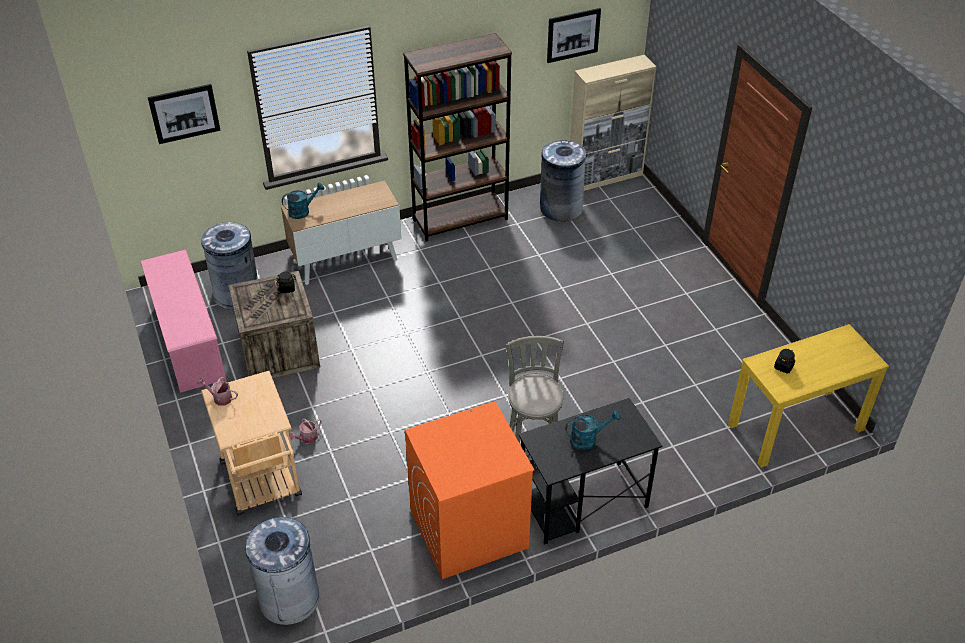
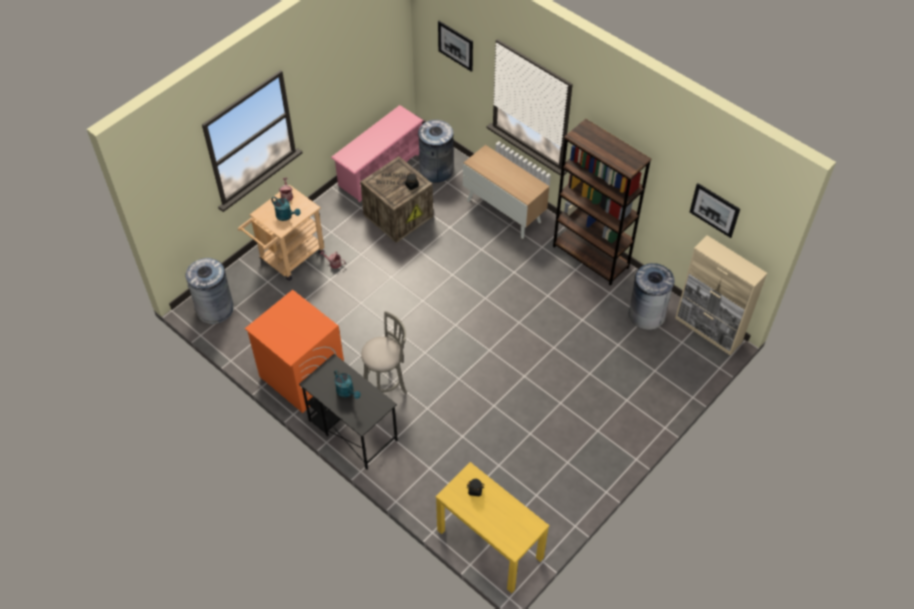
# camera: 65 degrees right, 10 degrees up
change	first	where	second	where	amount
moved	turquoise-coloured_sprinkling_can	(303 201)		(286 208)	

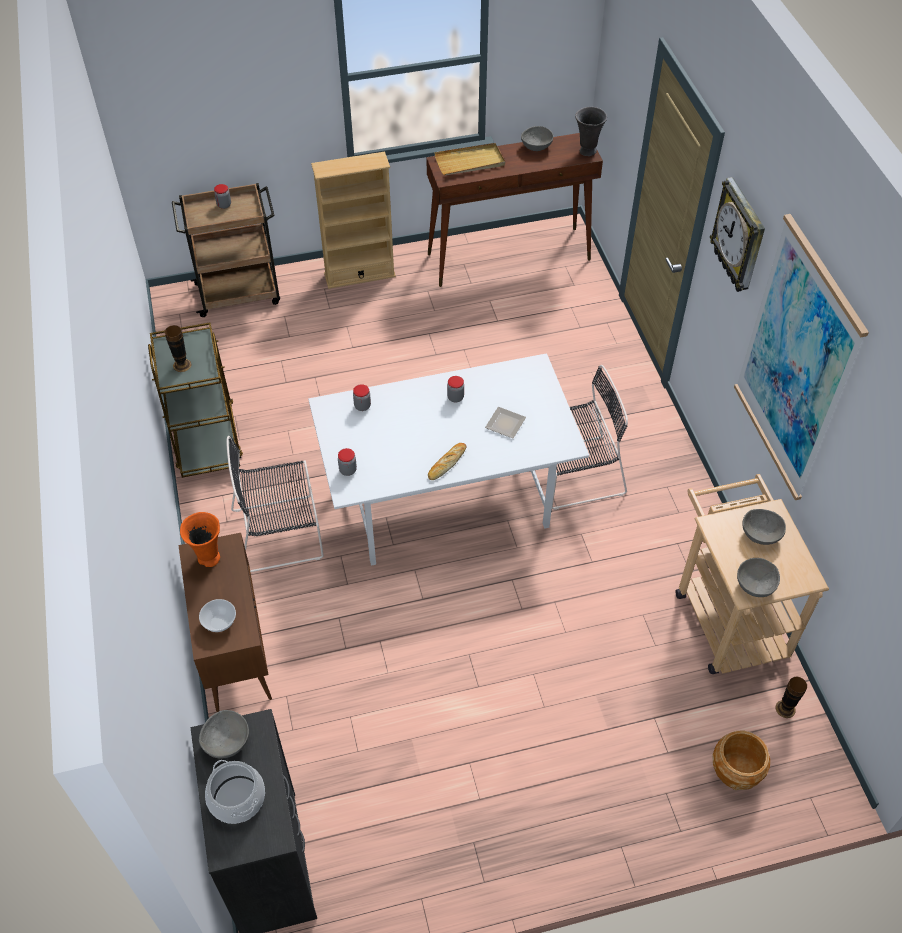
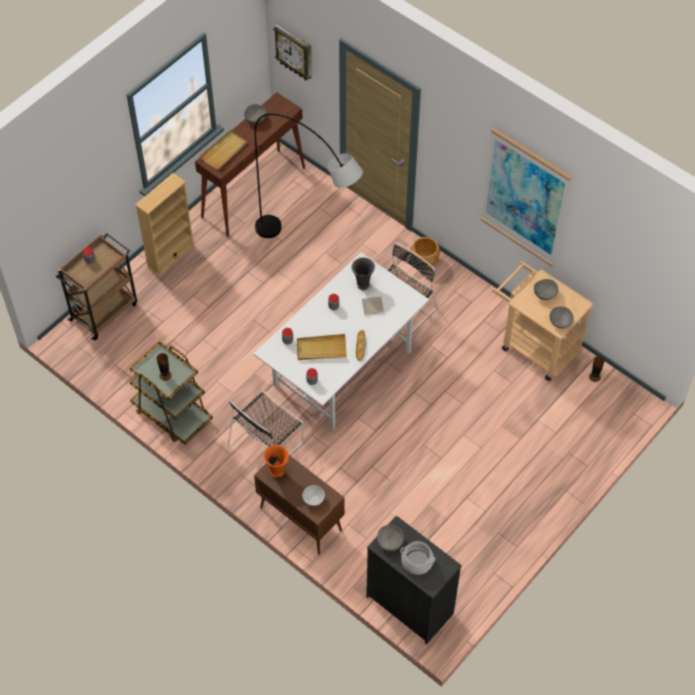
# camera: 35 degrees left, 5 degrees up
change	first	where	second	where	amount
moved	greyish_vase	(591 131)		(363 273)	
moved	hanging_clock	(737 234)		(292 52)	
moved	brownish_plant_pot	(741 760)		(425 253)	
added			greyish_standing_lamp	(308 175)	
added			sand-coloured_tray	(322 347)	

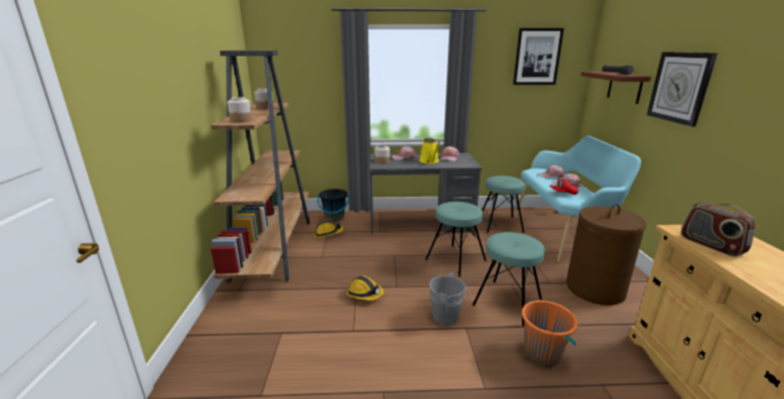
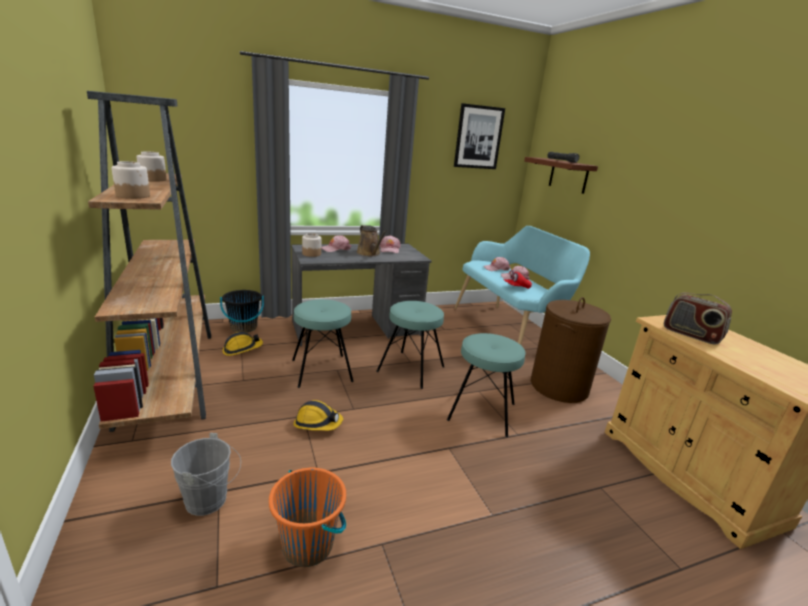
# camera: 20 degrees left, 0 degrees up
change	first	where	second	where	amount
removed	hanging_clock	(682 89)			
recoloured	yellowish_sprinkling_can	(429 151)	brownish_sprinkling_can	(372 240)	
moved	turquoise-coloured_sitting_stool	(503 204)		(323 343)	
moved	greyish_pail	(450 299)		(206 474)	
moved	orange-coloured_pail	(550 333)		(307 517)	

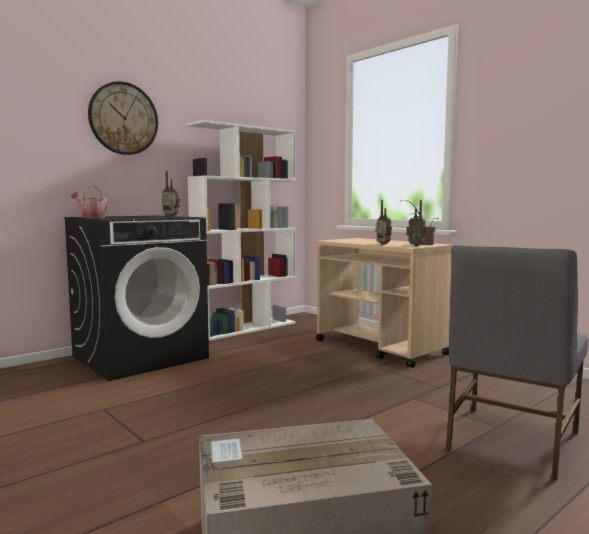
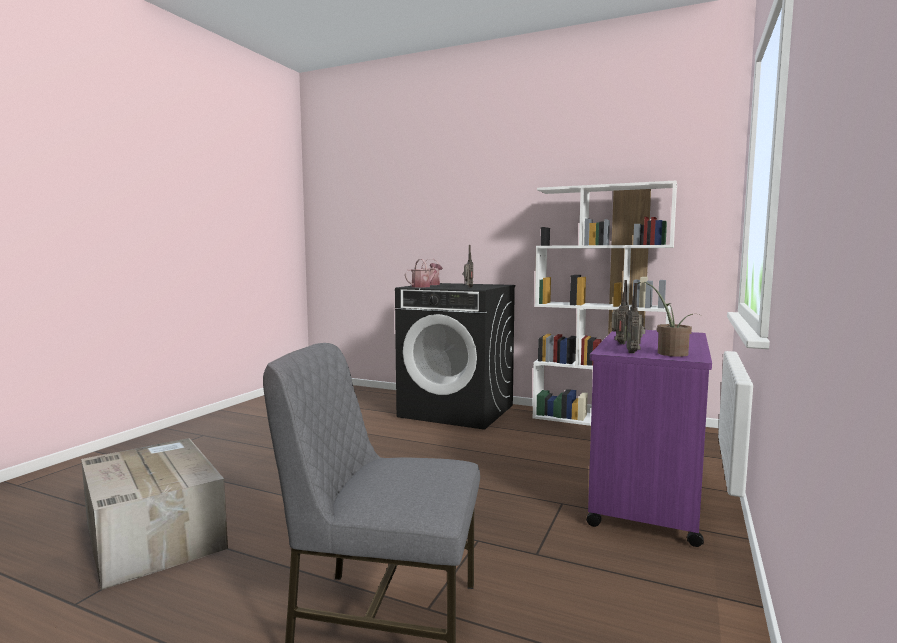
# camera: 65 degrees right, 0 degrees up
change	first	where	second	where	amount
removed	hanging_clock	(123 118)			
recoloured	sand-coloured_trolley	(385 303)	purplish_trolley	(649 438)	
added			sprinkling_can	(424 273)	

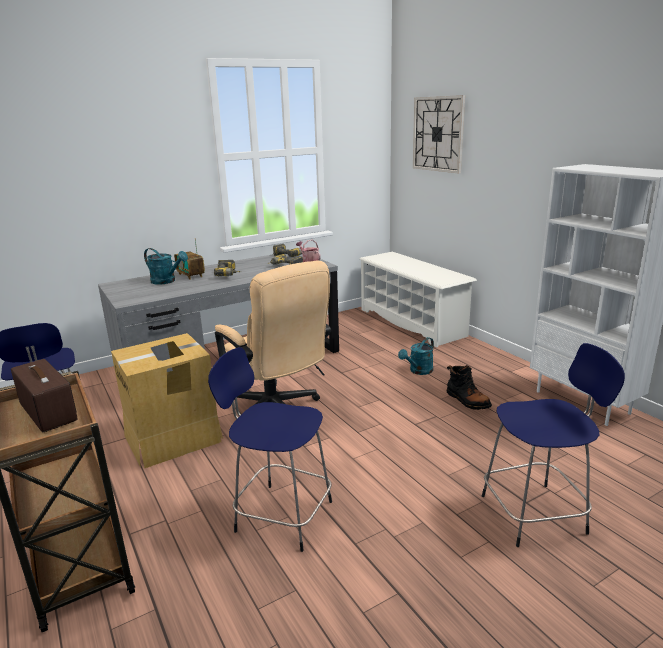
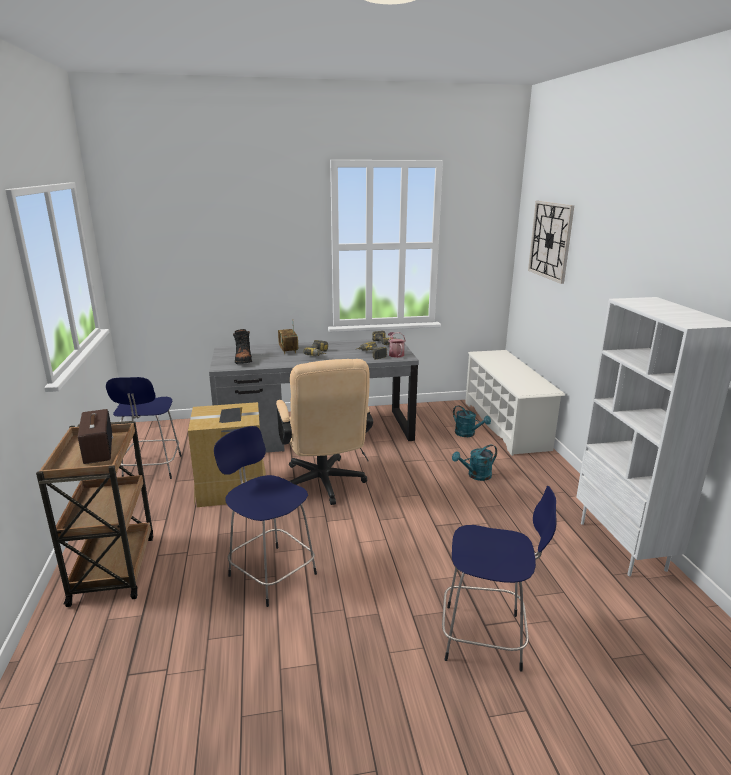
# camera: 20 degrees right, 0 degrees up
change	first	where	second	where	amount
moved	turquoise-coloured_sprinkling_can	(166 266)		(472 421)	
moved	blackish_boot	(469 387)		(242 346)	

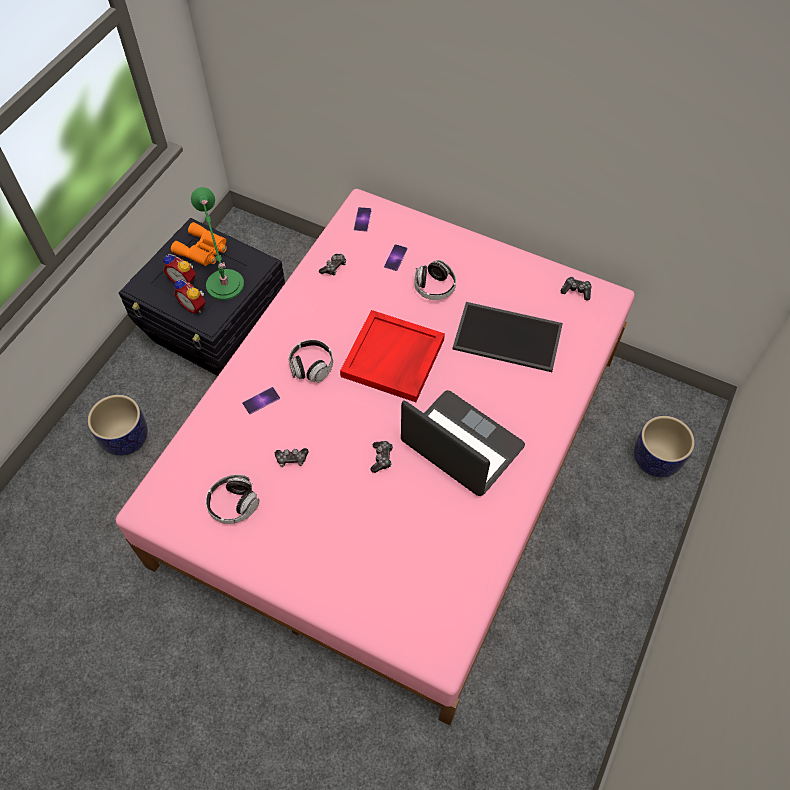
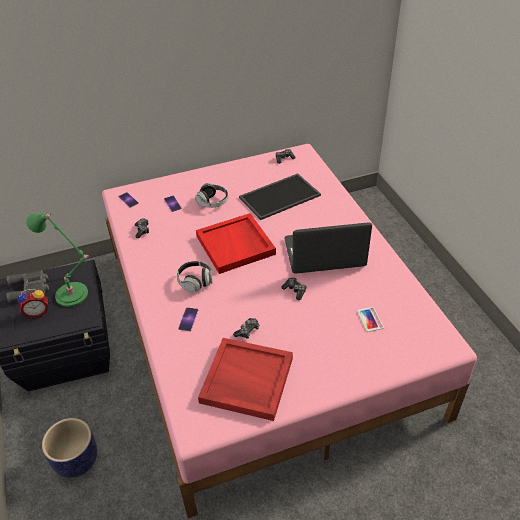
# camera: 45 degrees left, 15 degrees down
change	first	where	second	where	amount
recoloured	orange-coloured_pair_of_binoculars	(199 244)	greyish_pair_of_binoculars	(28 286)	
removed	alarm_clock	(189 296)			
removed	plant_pot	(664 446)			
replaced	headset	(233 499)	red_tray	(245 379)	
added			telephone	(370 319)	

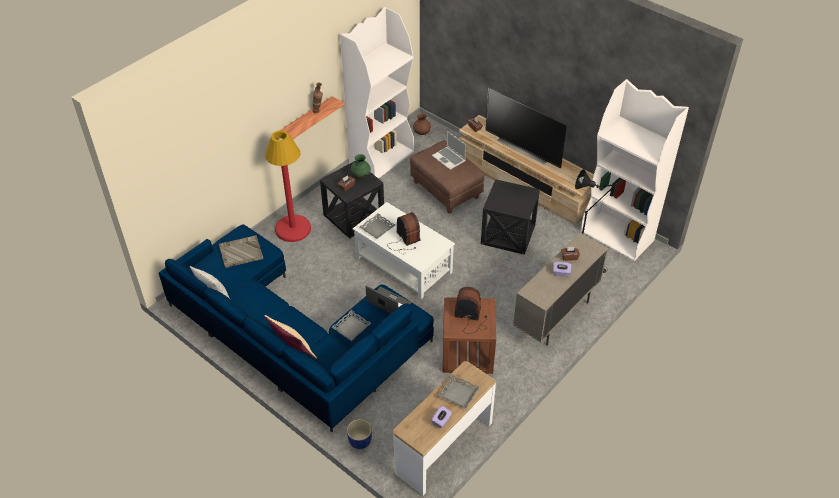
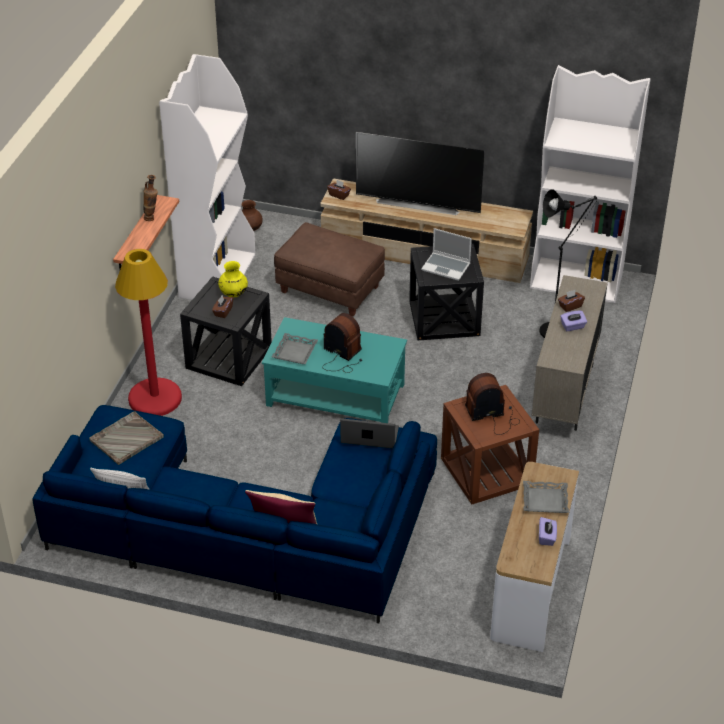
# camera: 25 degrees left, 5 degrees down
change	first	where	second	where	amount
moved	notebook_computer	(449 150)		(446 254)	
recoloured	greenish_vase	(361 166)	yellowish_vase	(233 279)	
recoloured	white_lounge_table	(404 251)	turquoise-coloured_lounge_table	(334 370)	
removed	greyish_tray	(351 325)			
removed	blue_plant_pot	(359 434)			

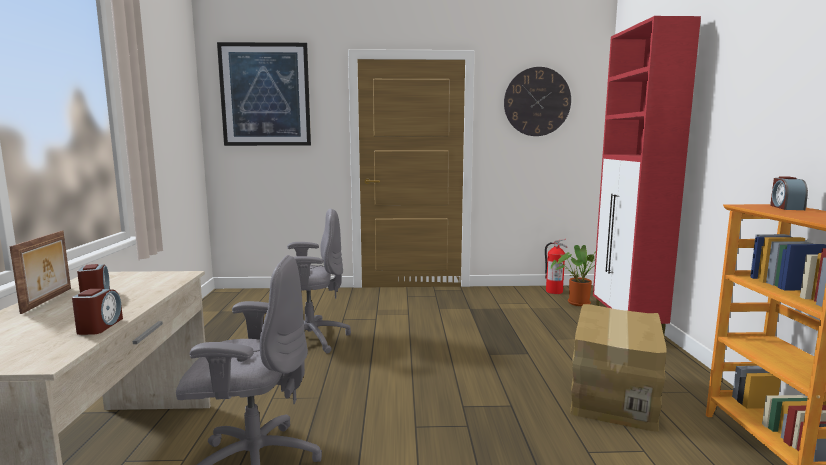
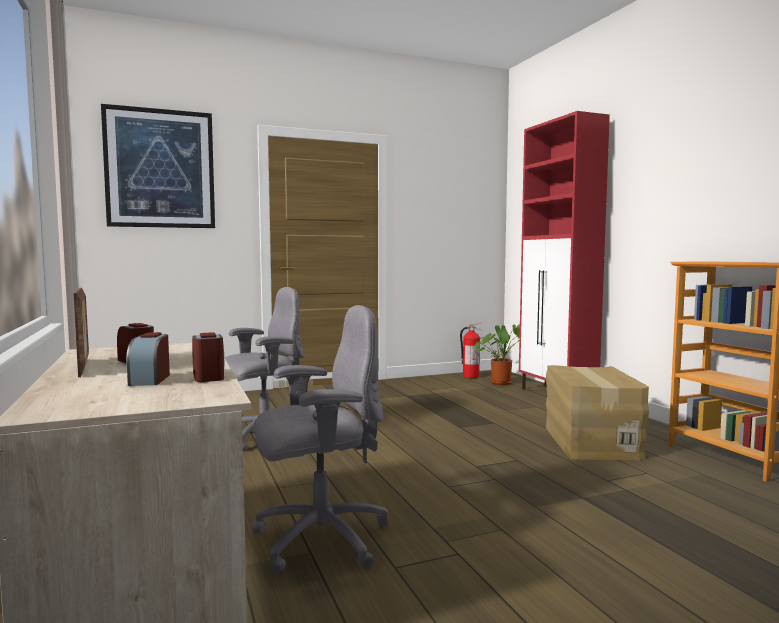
# camera: 20 degrees left, 5 degrees down
change	first	where	second	where	amount
removed	hanging_clock	(537 101)			
moved	alarm_clock	(789 193)		(148 359)	

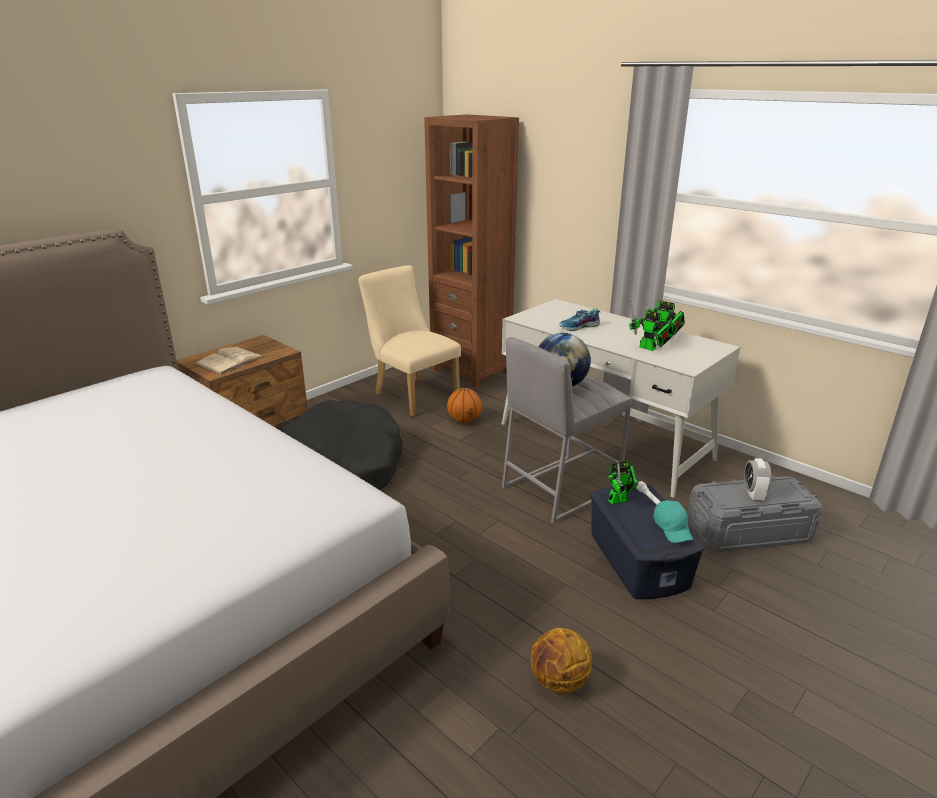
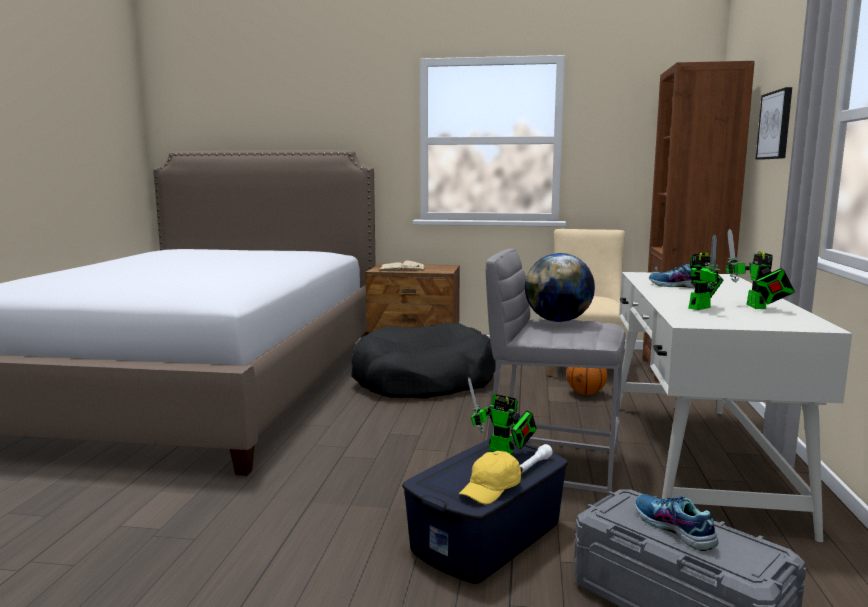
# camera: 55 degrees right, 15 degrees down
change	first	where	second	where	amount
turned	model_robot	(651 324)		(706 272)	135 degrees counterclockwise
replaced	alarm_clock	(757 479)	shoe	(676 522)	
recoloured	turquoise-coloured_peaked_cap	(673 521)	yellowish_peaked_cap	(490 477)	
removed	basketball_ball	(561 661)			
added			wall_art	(774 123)	

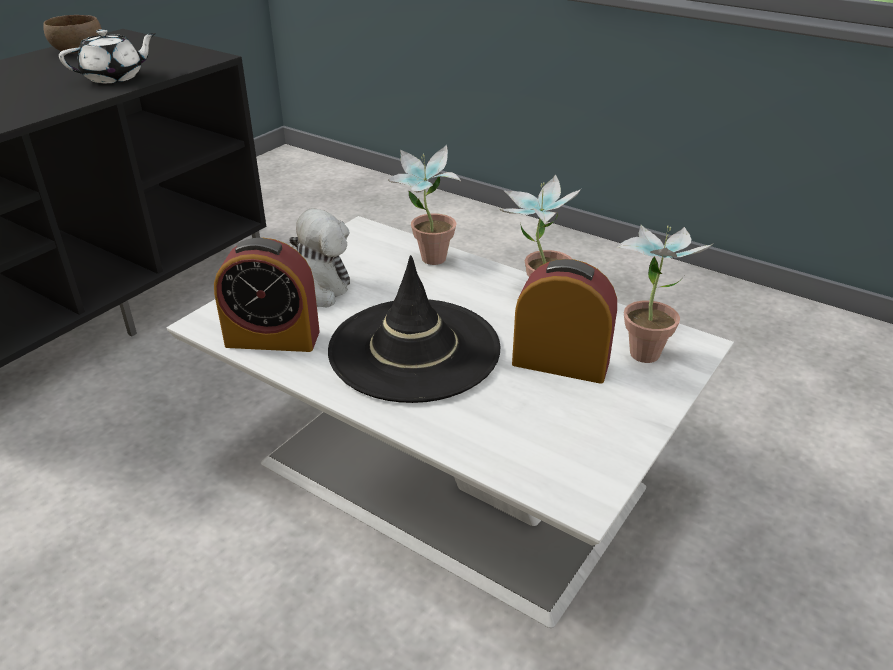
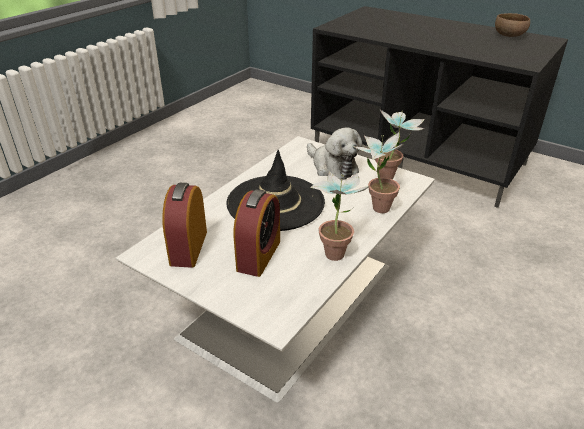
# camera: 90 degrees right, 0 degrees up
change	first	where	second	where	amount
removed	white_teapot	(107 56)			
moved	houseplant	(665 294)		(399 144)	
moved	alarm_clock	(267 295)		(184 225)	

